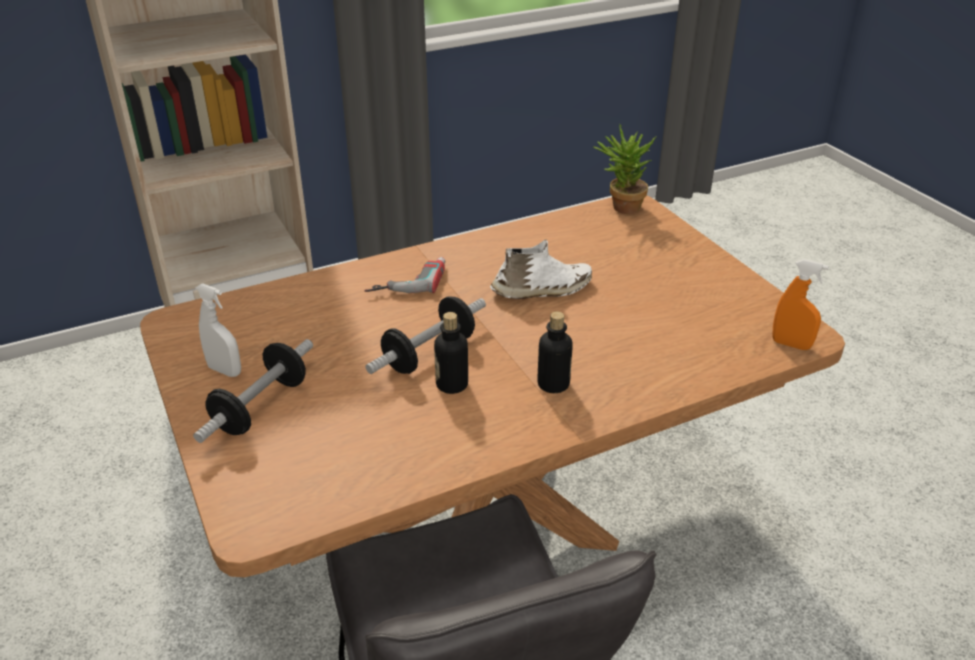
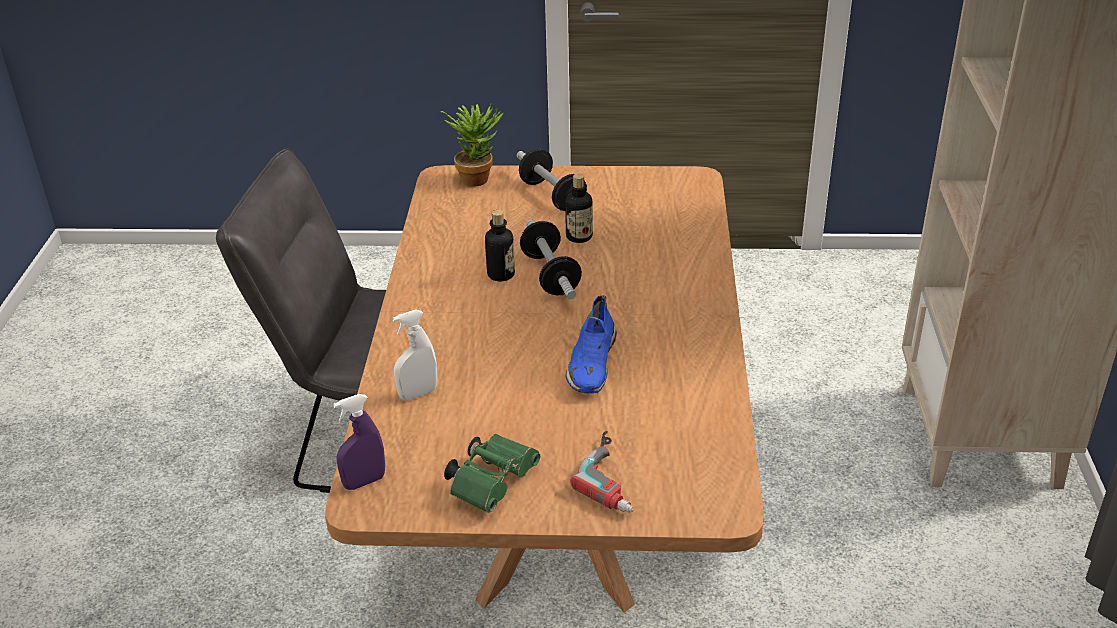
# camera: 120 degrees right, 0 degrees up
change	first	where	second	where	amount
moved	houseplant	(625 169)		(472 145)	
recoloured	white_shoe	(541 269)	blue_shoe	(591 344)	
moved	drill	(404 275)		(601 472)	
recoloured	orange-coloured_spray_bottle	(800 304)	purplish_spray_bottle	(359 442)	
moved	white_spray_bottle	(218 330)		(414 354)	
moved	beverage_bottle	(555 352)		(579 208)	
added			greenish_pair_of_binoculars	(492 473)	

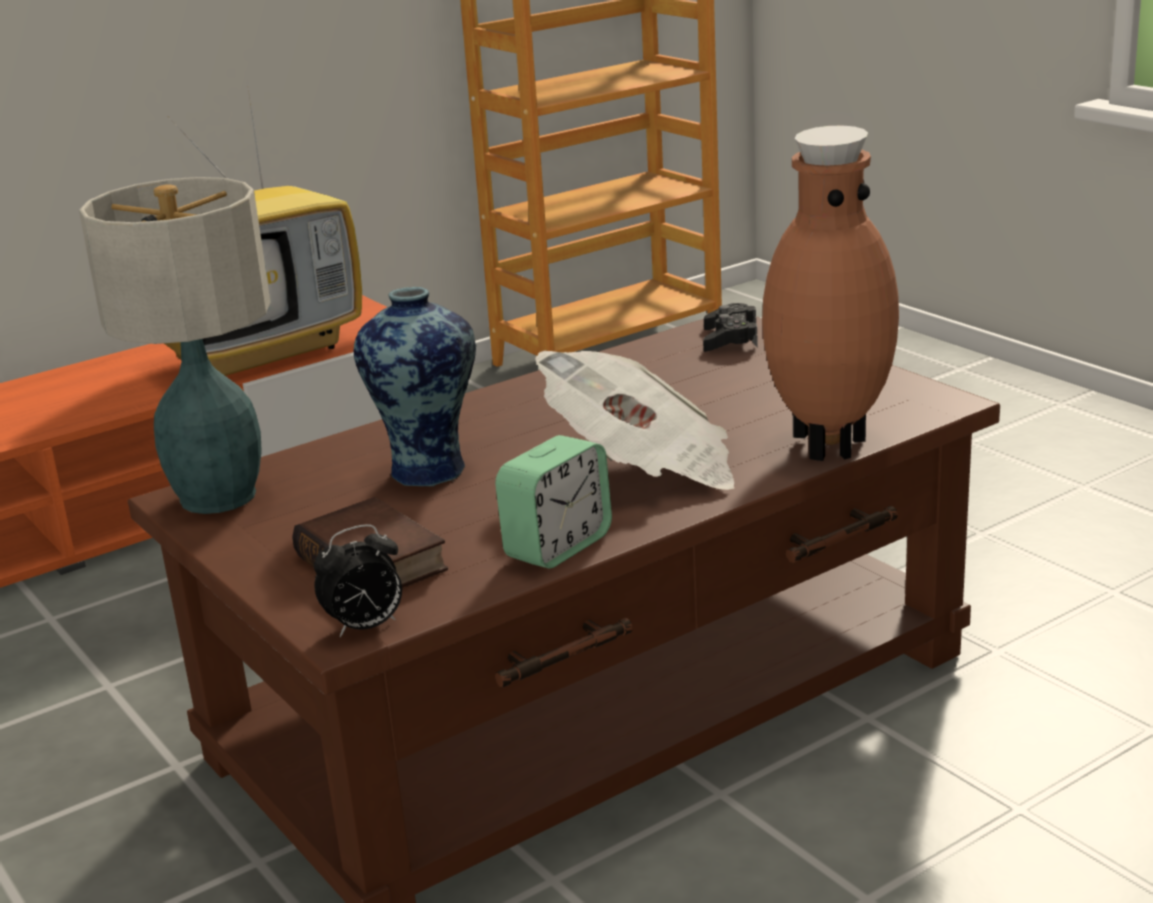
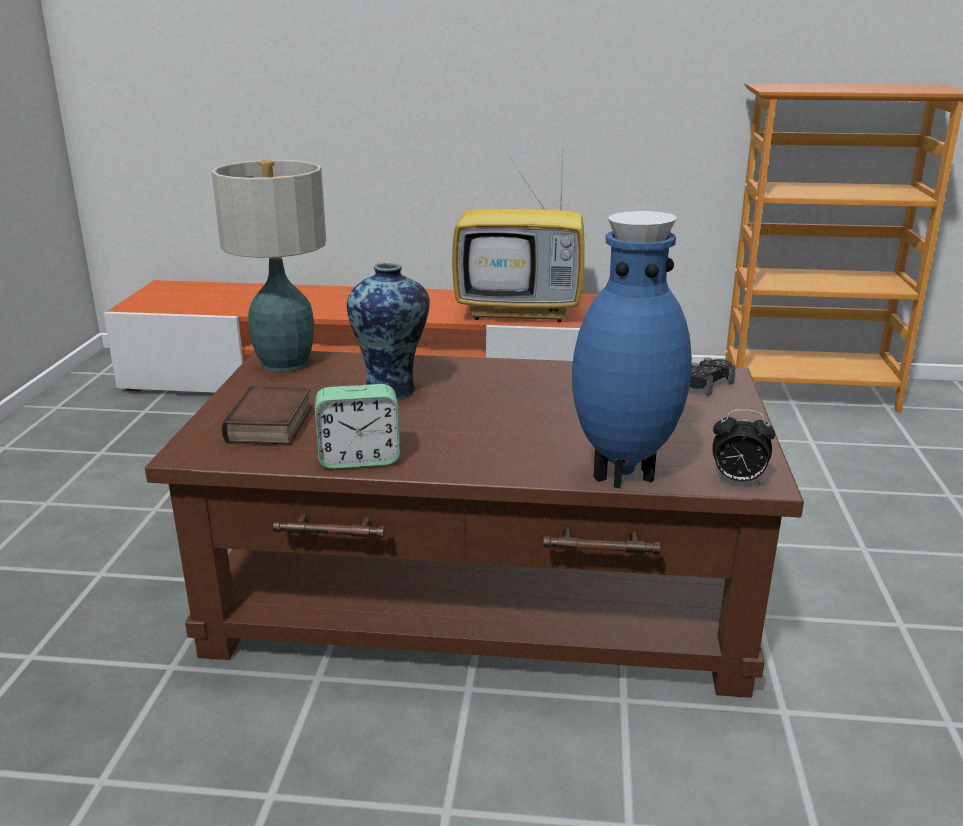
# camera: 40 degrees right, 0 degrees up
change	first	where	second	where	amount
recoloured	brownish_vase	(830 293)	blue_vase	(632 349)	
removed	newspaper	(635 420)			
moved	alarm_clock	(358 580)		(743 446)	

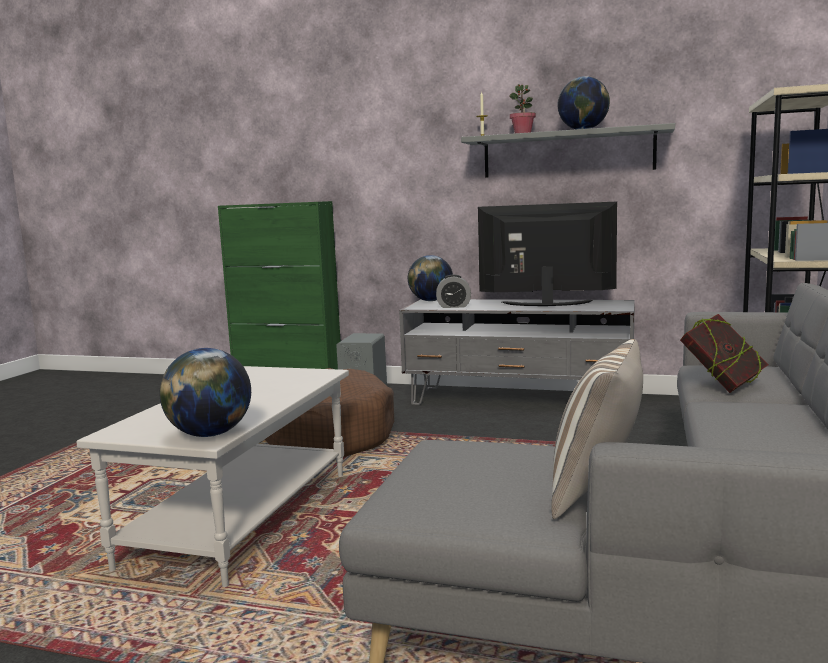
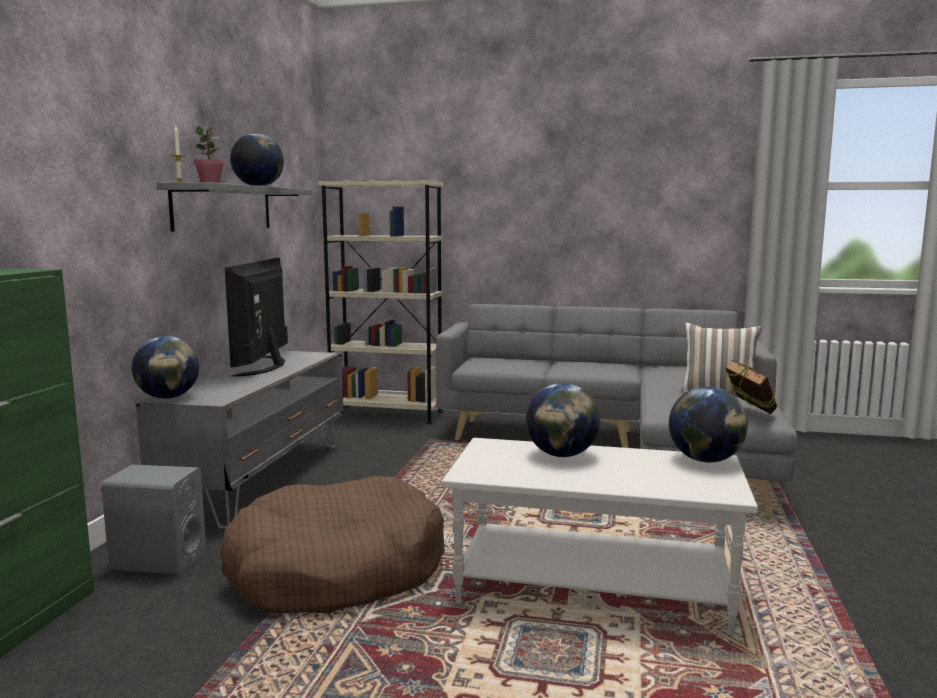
# camera: 95 degrees left, 0 degrees up
change	first	where	second	where	amount
removed	alarm_clock	(453 291)			
moved	volume	(724 353)		(751 387)	
added			desk_globe	(563 420)	

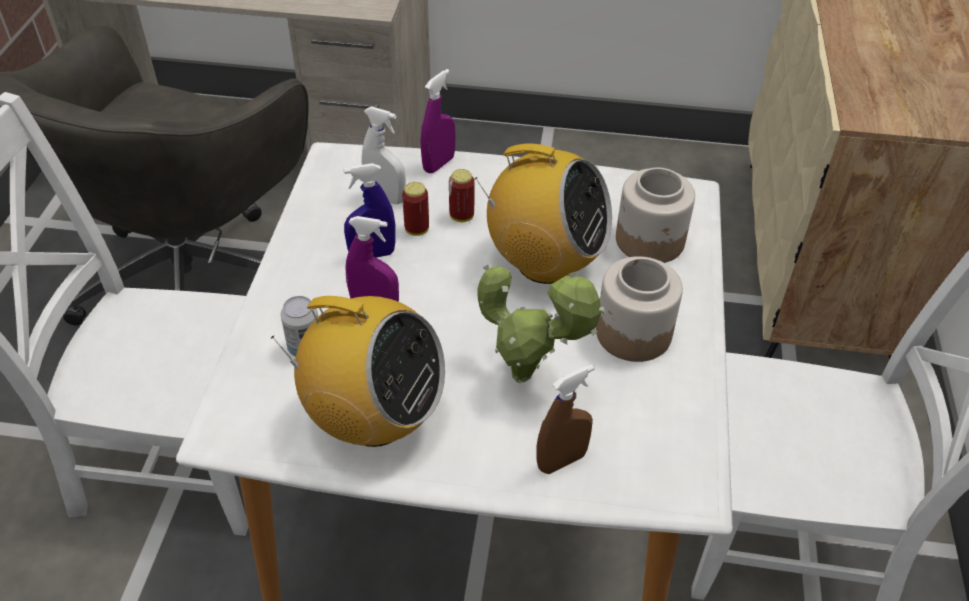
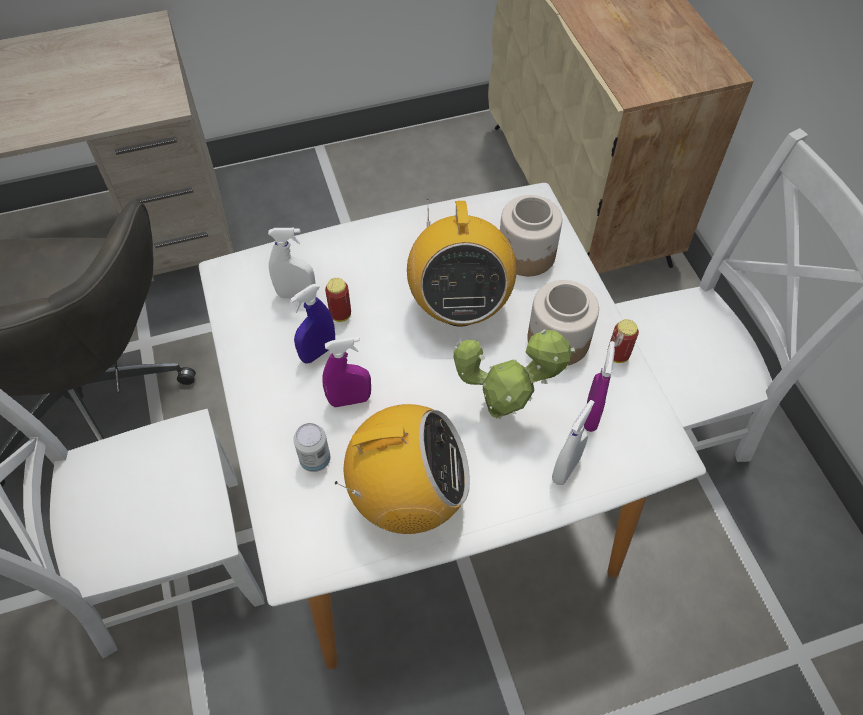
# camera: 25 degrees left, 10 degrees up
change	first	where	second	where	amount
moved	purplish_spray_bottle	(438 121)		(599 386)	
turned	radio_receiver	(543 214)		(462 262)	90 degrees clockwise
moved	metal_can	(461 195)		(623 341)	
recoloured	brownish_spray_bottle	(565 419)	white_spray_bottle	(573 442)	

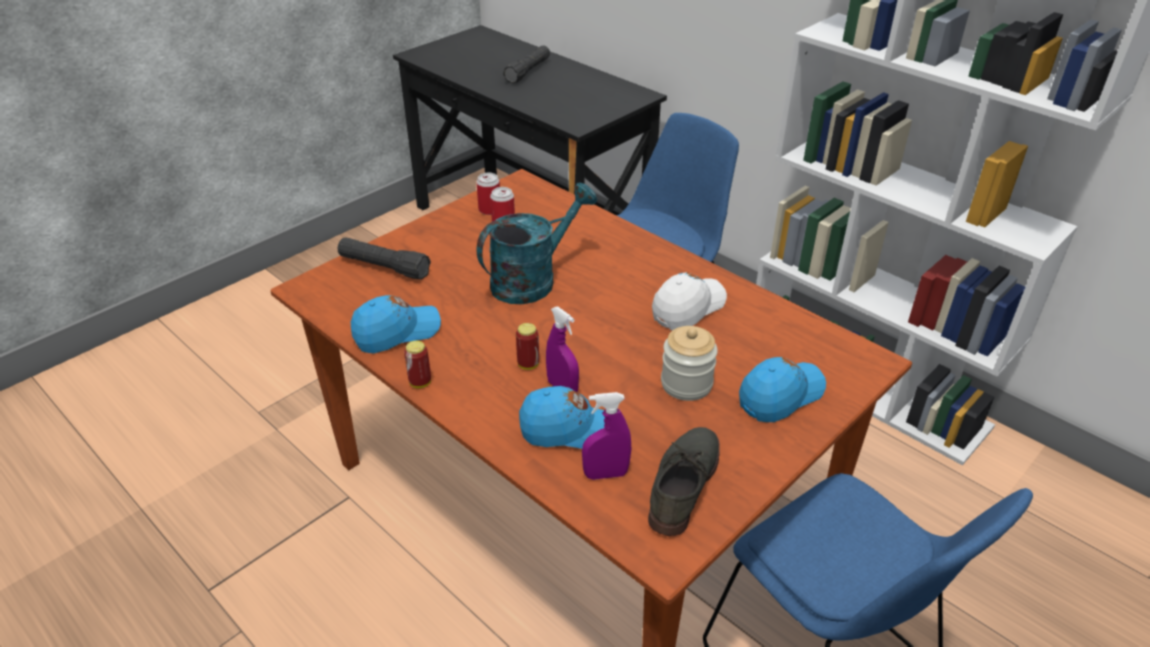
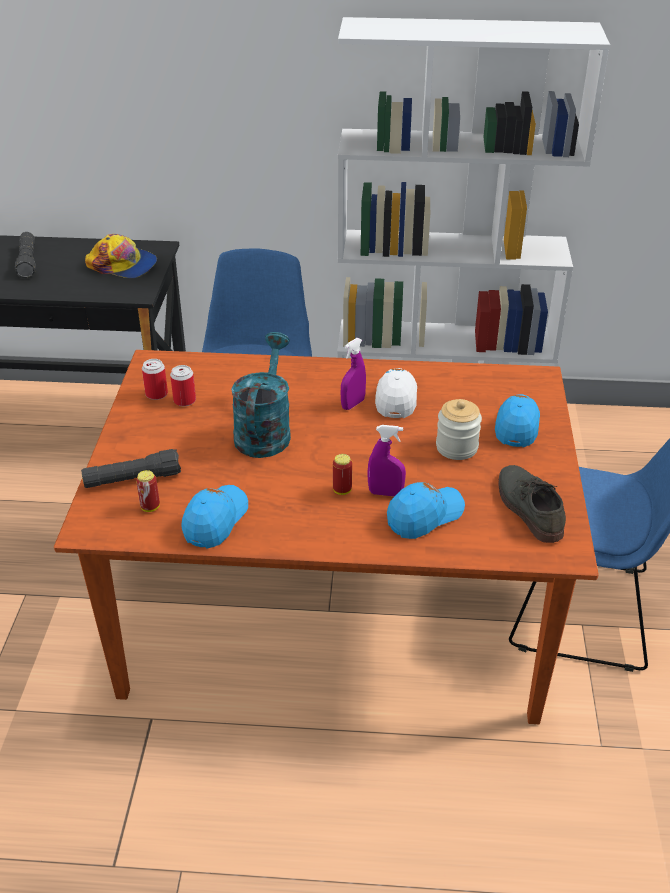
# camera: 40 degrees left, 0 degrees up
change	first	where	second	where	amount
moved	metal_can	(417 364)		(148 491)	
moved	purplish_spray_bottle	(606 436)		(353 374)	
added			peaked_cap	(121 256)	

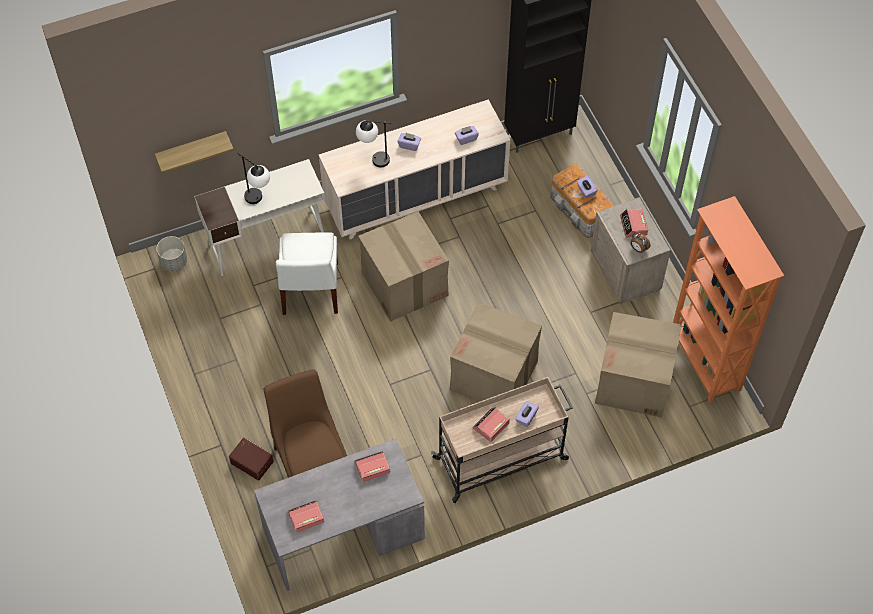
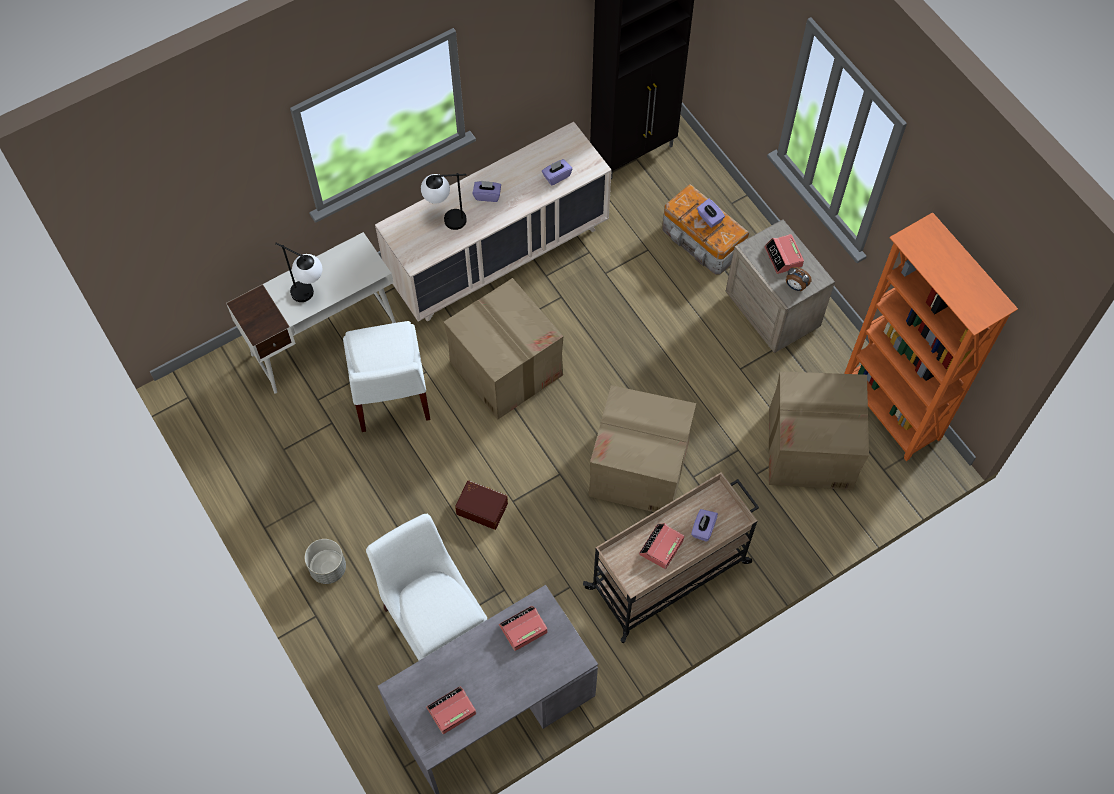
# camera: 10 degrees left, 5 degrees up
change	first	where	second	where	amount
removed	bracket_shelf	(194 152)			
moved	greyish_plant_pot	(171 253)		(325 561)	
recoloured	brownish_chair	(305 423)	white_chair	(426 587)	
moved	brownish_storage_container	(251 459)		(481 505)	

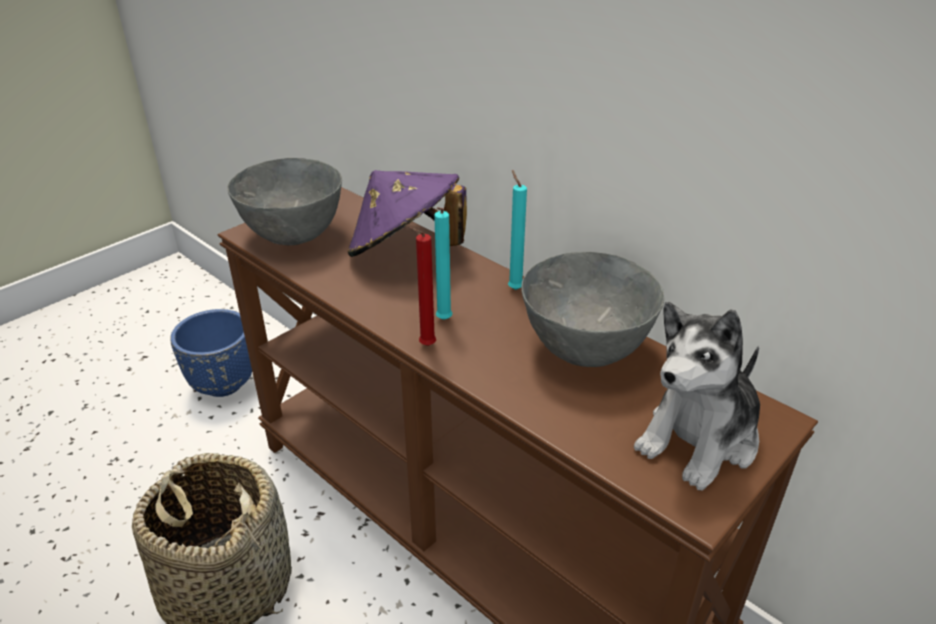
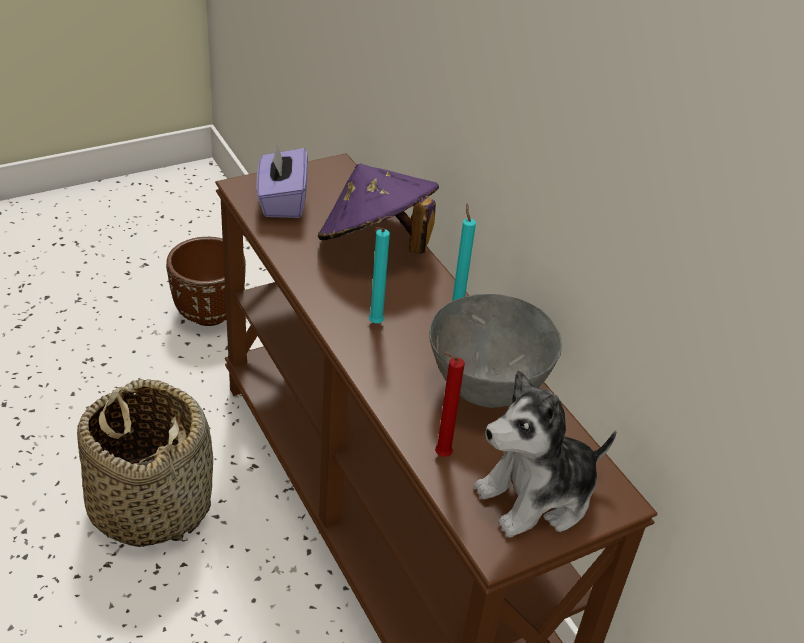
# camera: 15 degrees right, 5 degrees up
change	first	where	second	where	amount
replaced	greyish_serving_bowl	(284 201)	purplish_tissue_holder	(282 180)	
moved	red_candle	(422 286)		(450 404)	
recoloured	blue_plant_pot	(211 353)	brownish_plant_pot	(206 281)	

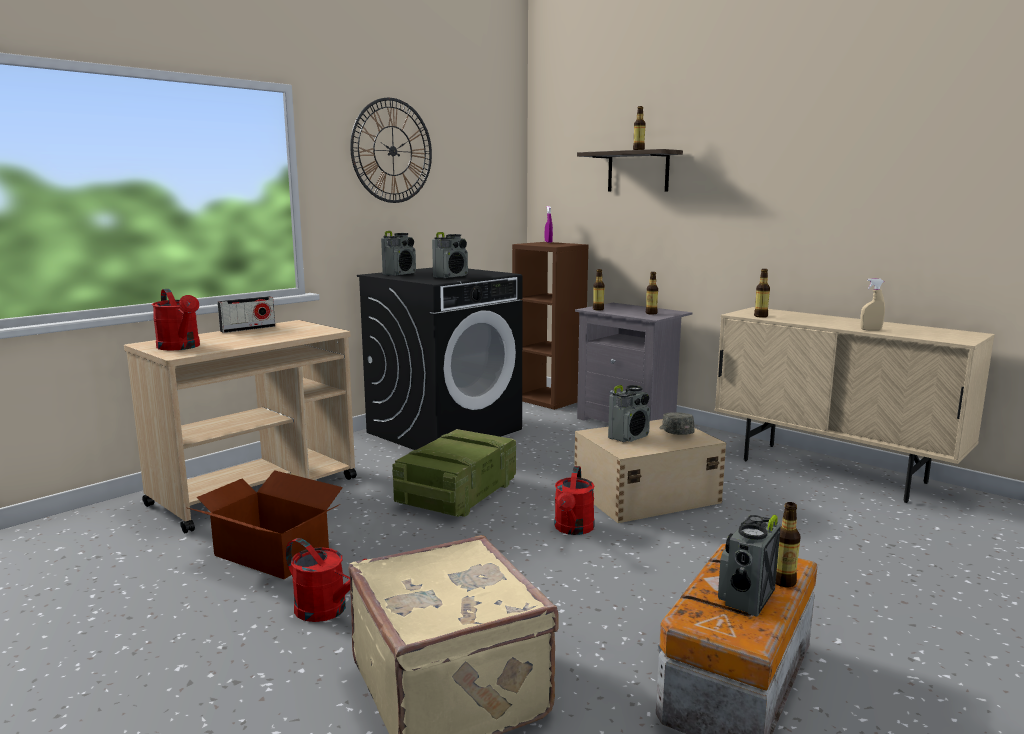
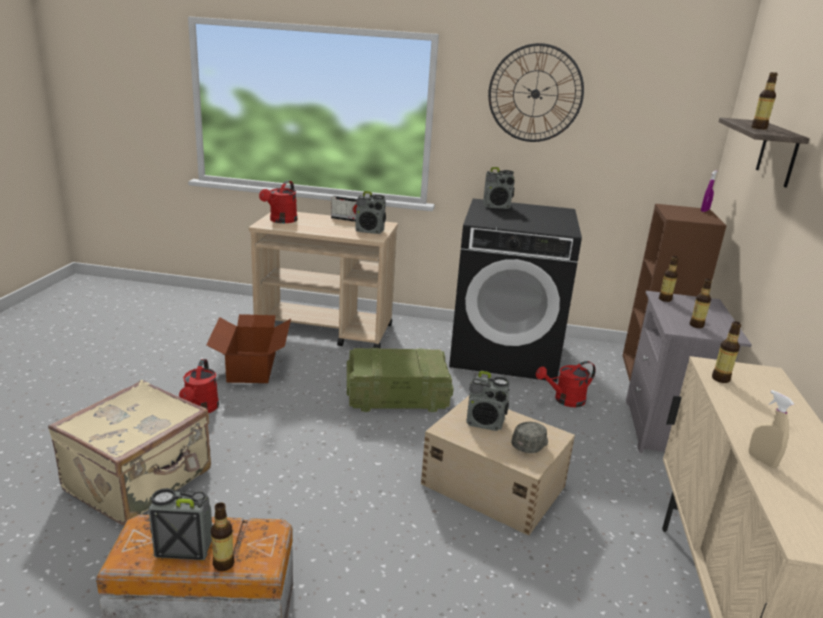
# camera: 55 degrees right, 10 degrees up
change	first	where	second	where	amount
moved	radio_receiver	(450 255)		(370 212)	
moved	red_sprinkling_can	(574 500)		(566 384)	

